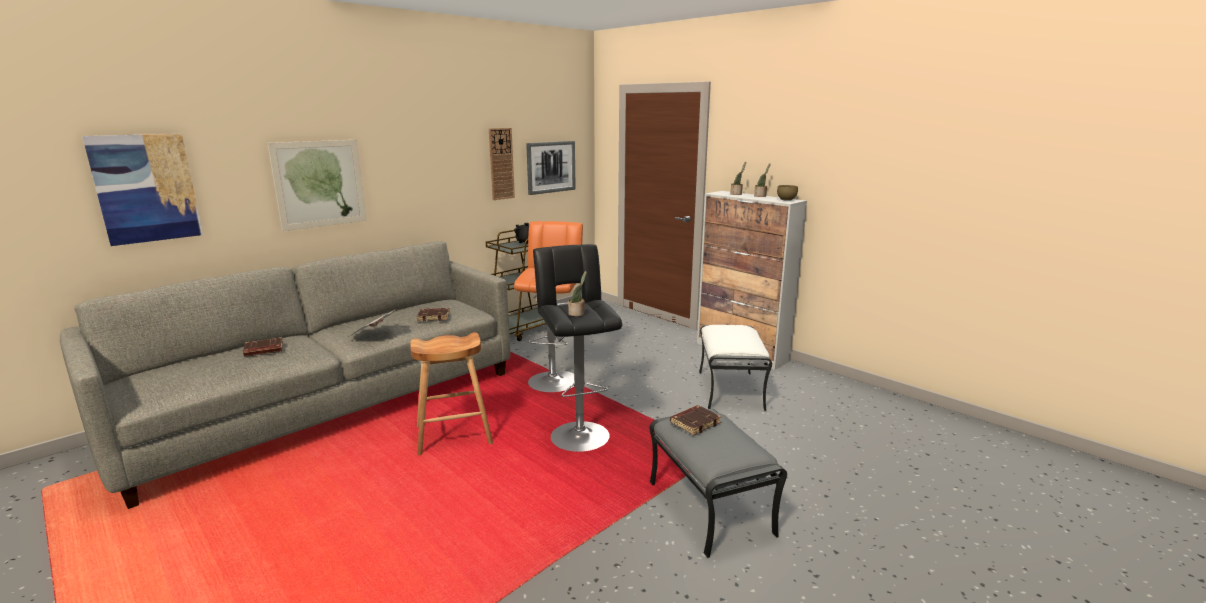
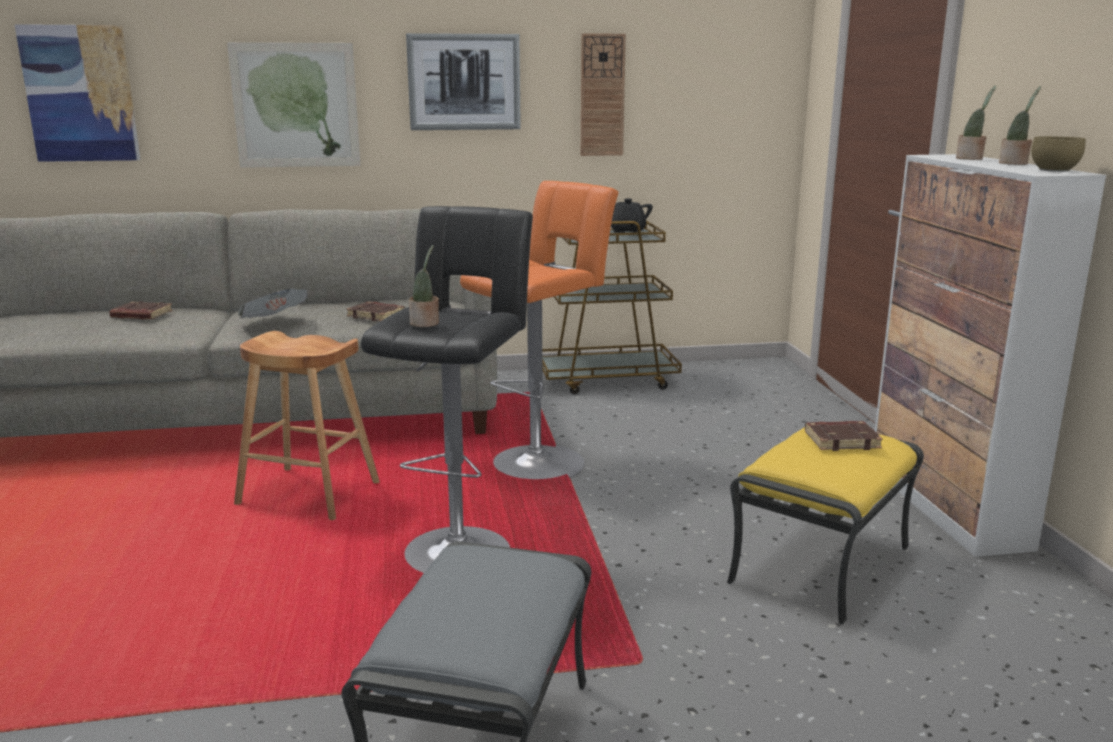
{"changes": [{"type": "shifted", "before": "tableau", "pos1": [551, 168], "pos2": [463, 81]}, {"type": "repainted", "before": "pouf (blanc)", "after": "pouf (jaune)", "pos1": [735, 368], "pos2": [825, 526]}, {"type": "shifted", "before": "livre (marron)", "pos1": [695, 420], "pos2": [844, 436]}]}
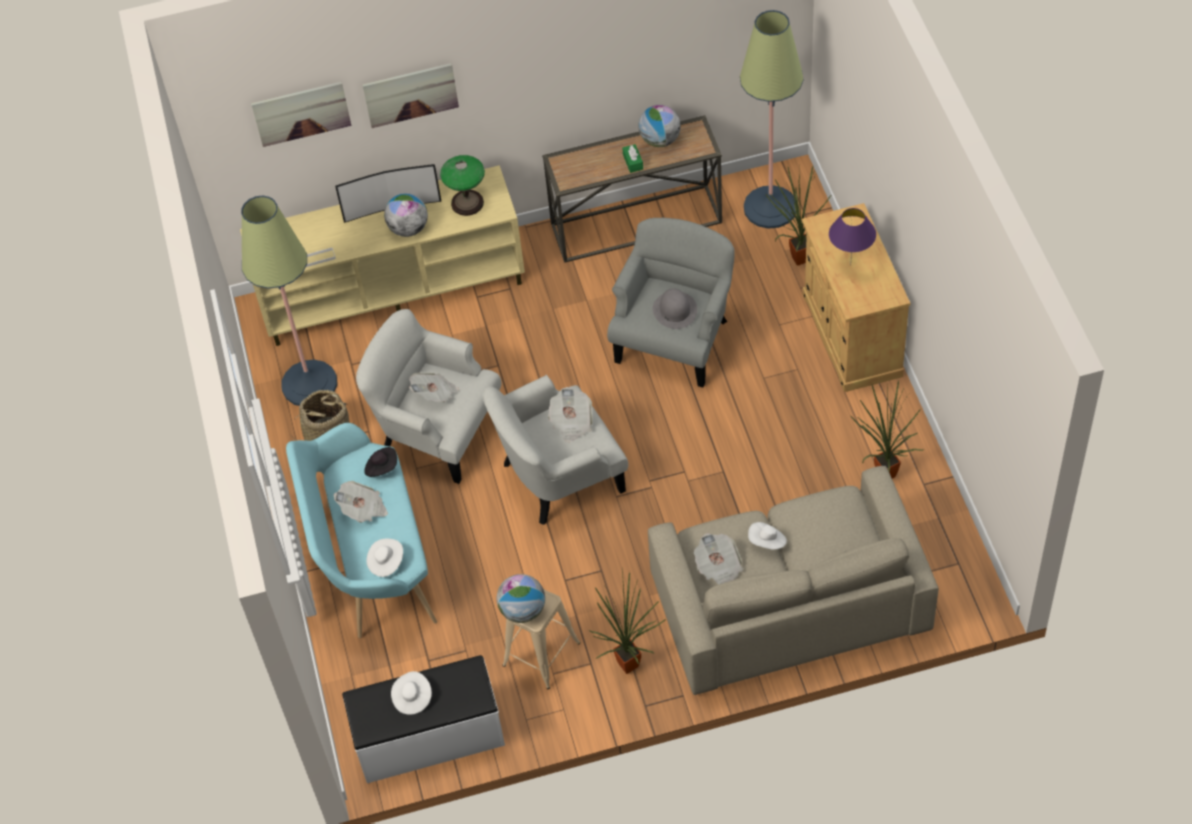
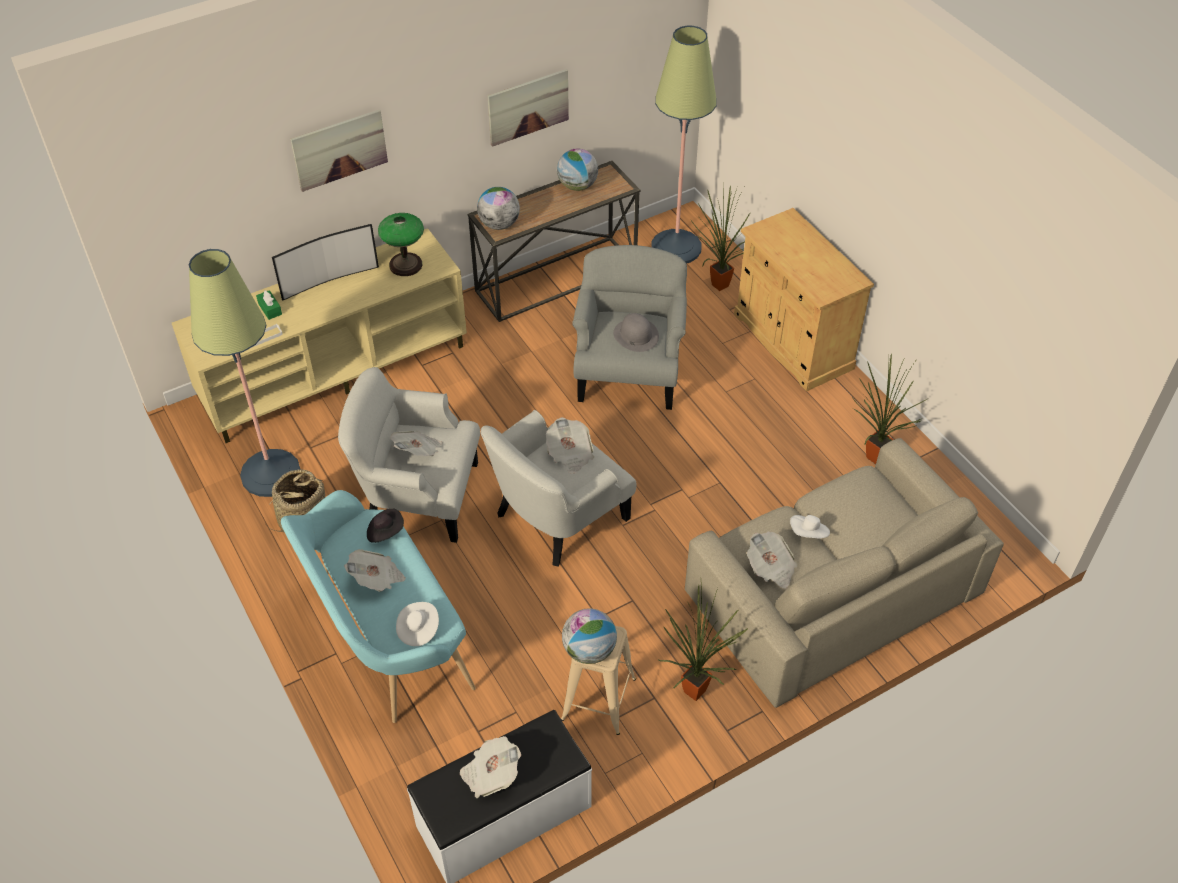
{"changes": [{"type": "shifted", "before": "boîte à mouchoirs (vert)", "pos1": [632, 158], "pos2": [269, 305]}, {"type": "swapped", "before": "chapeau (blanc)", "after": "journal", "pos1": [411, 692], "pos2": [490, 767]}, {"type": "shifted", "before": "globe", "pos1": [406, 215], "pos2": [498, 208]}, {"type": "shifted", "before": "tableau", "pos1": [301, 114], "pos2": [528, 108]}, {"type": "gone", "before": "lampe de table (violet)", "pos1": [852, 237]}]}
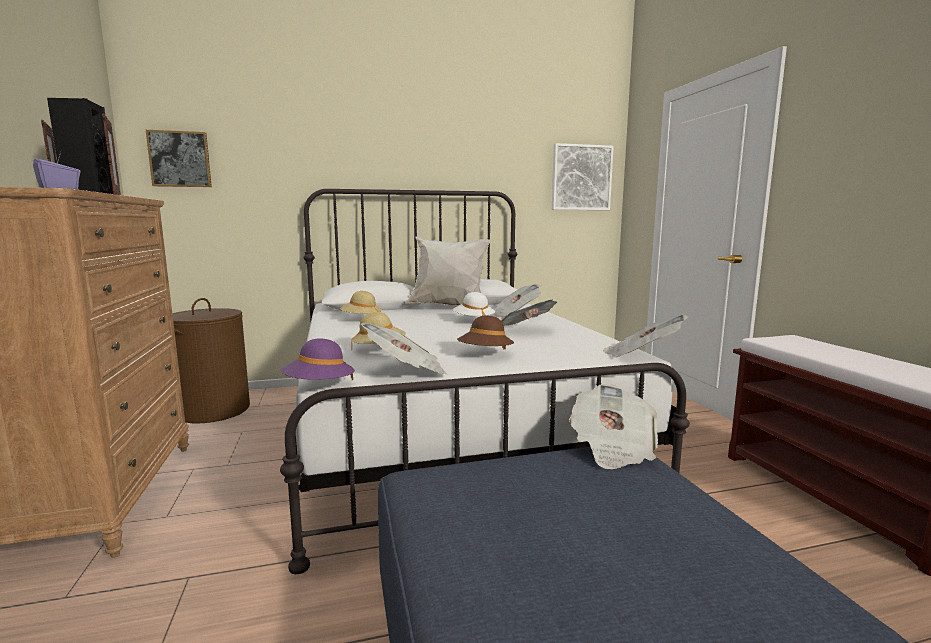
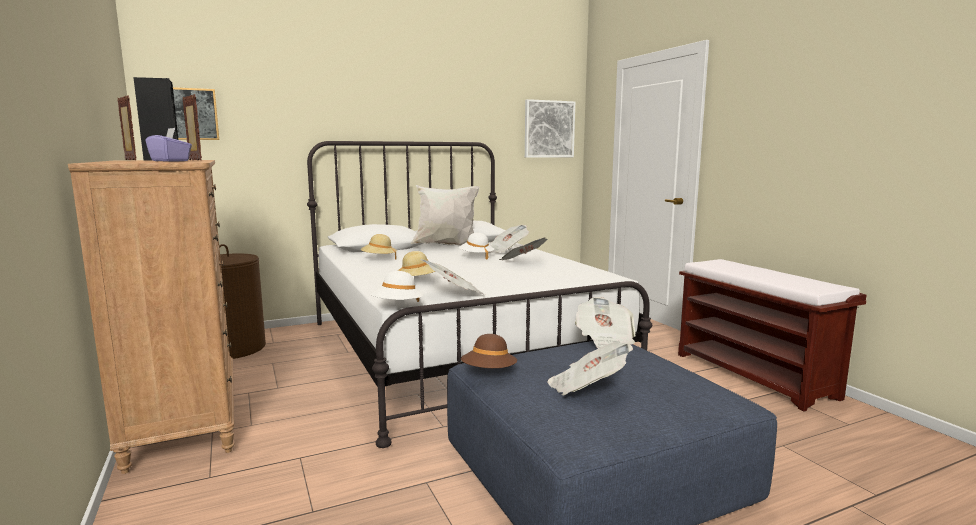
{"changes": [{"type": "repainted", "before": "chapeau (violet)", "after": "chapeau (blanc)", "pos1": [318, 359], "pos2": [397, 286]}, {"type": "shifted", "before": "chapeau (marron)", "pos1": [485, 332], "pos2": [489, 351]}, {"type": "shifted", "before": "journal", "pos1": [645, 336], "pos2": [590, 369]}]}
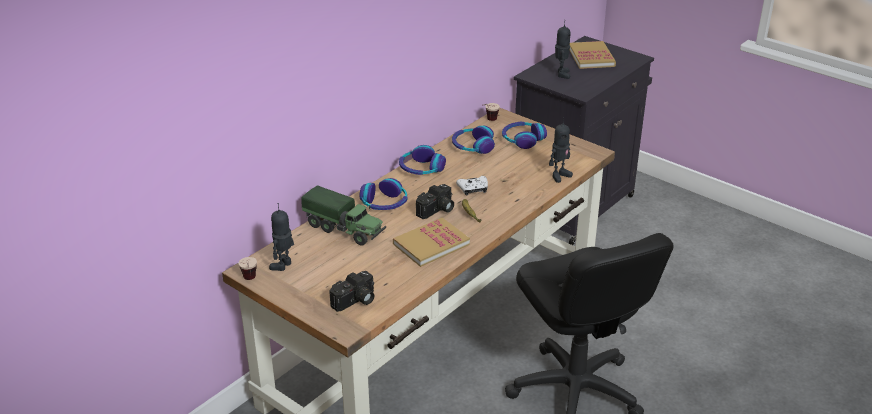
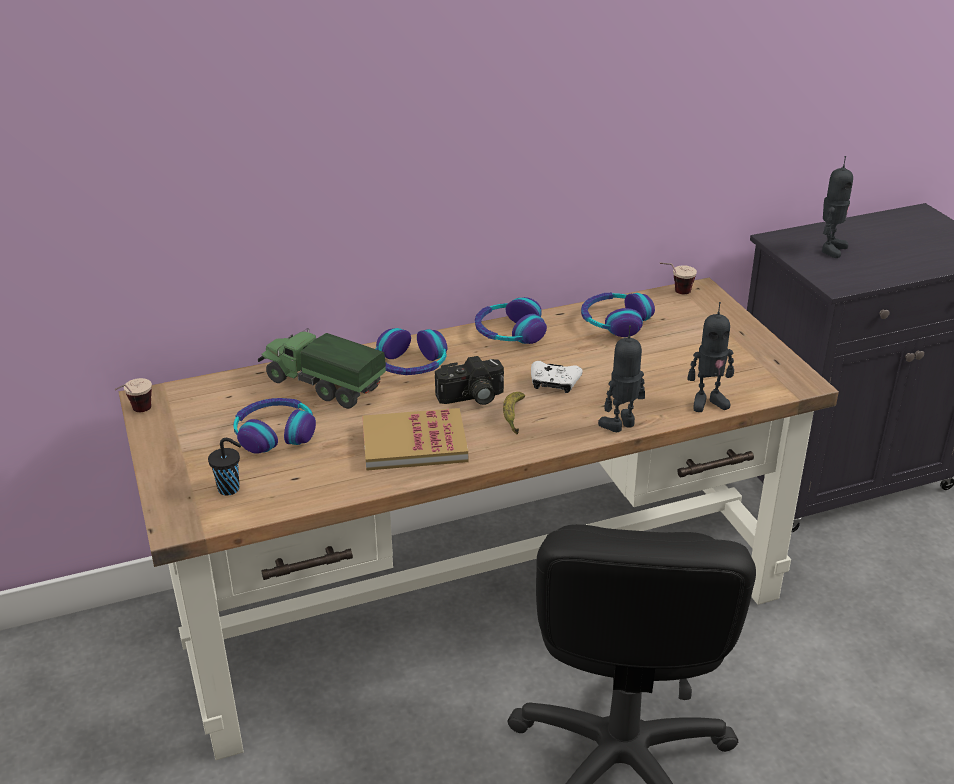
{"changes": [{"type": "swapped", "before": "appareil photo", "after": "tasse (noir)", "pos1": [352, 291], "pos2": [224, 467]}, {"type": "shifted", "before": "casque audio", "pos1": [524, 135], "pos2": [274, 426]}, {"type": "rotated", "before": "camion jouet", "pos1": [343, 215], "pos2": [322, 368], "turn": 150}, {"type": "shifted", "before": "robot jouet", "pos1": [281, 237], "pos2": [621, 378]}, {"type": "gone", "before": "livre", "pos1": [592, 55]}]}
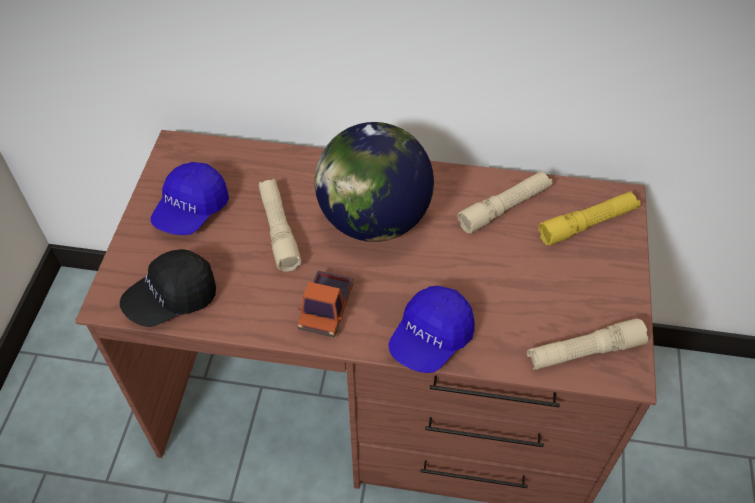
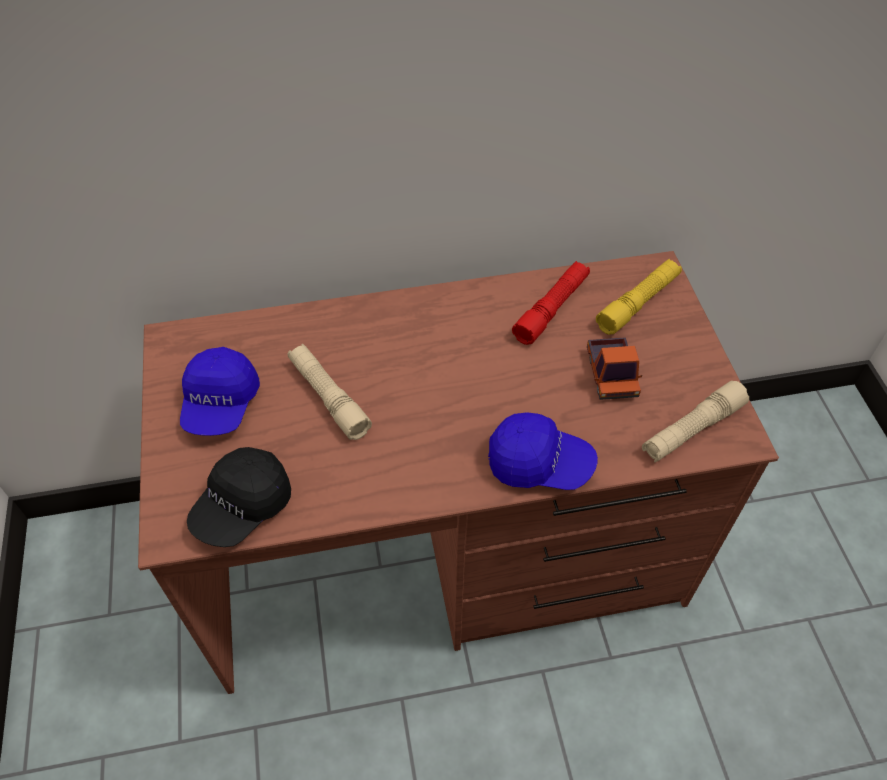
{"changes": [{"type": "rotated", "before": "casquette (bleu)", "pos1": [431, 329], "pos2": [543, 451], "turn": -90}, {"type": "repainted", "before": "lampe de poche (beige)", "after": "lampe de poche (rouge)", "pos1": [505, 202], "pos2": [551, 303]}, {"type": "shifted", "before": "camion jouet", "pos1": [325, 304], "pos2": [614, 368]}, {"type": "gone", "before": "globe", "pos1": [374, 182]}]}
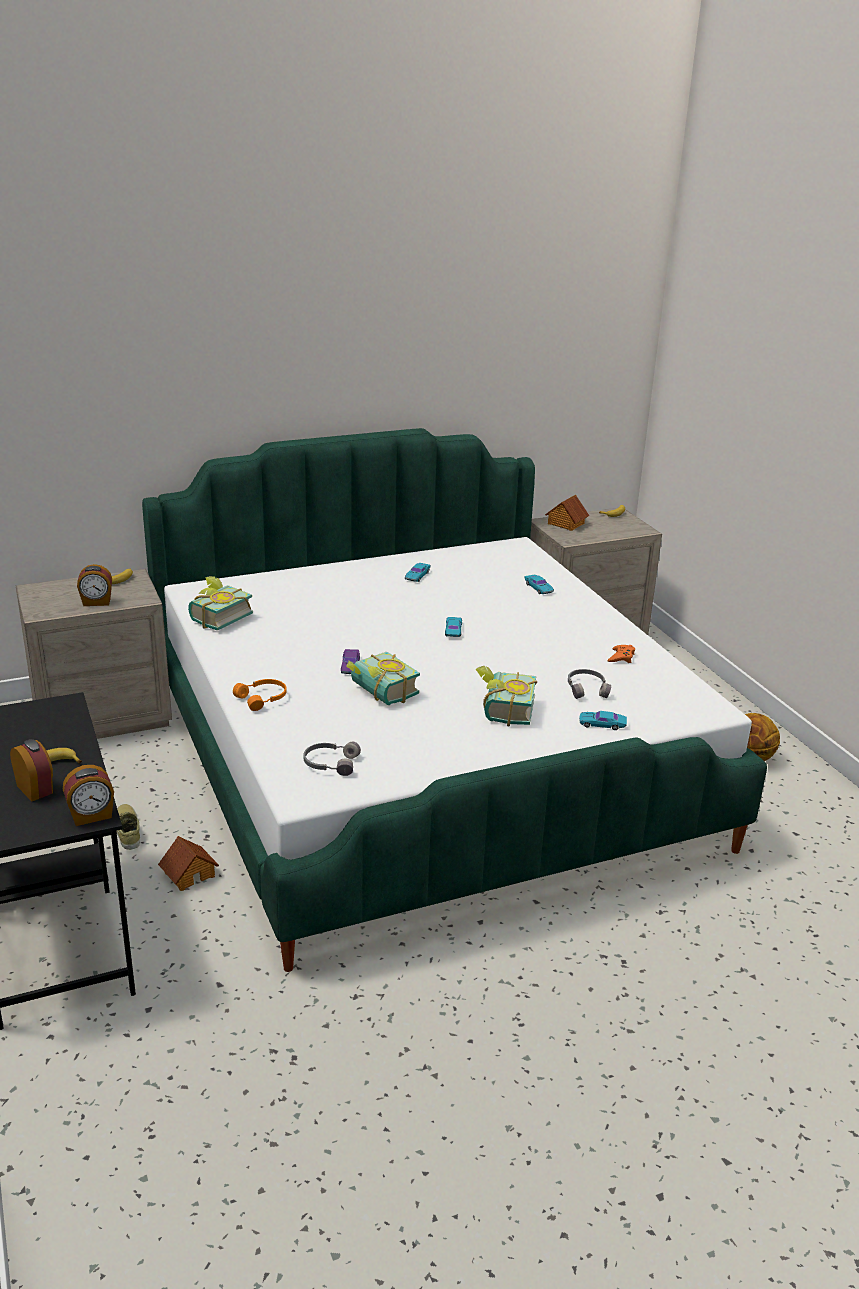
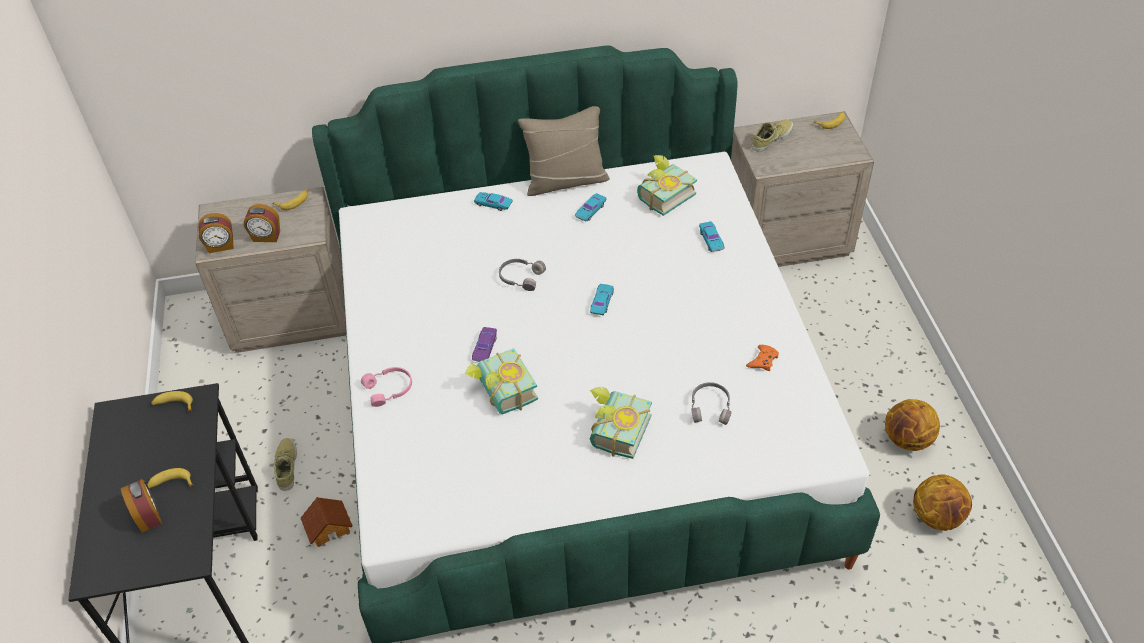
{"changes": [{"type": "new", "after": "banane", "pos2": [172, 401]}, {"type": "shifted", "before": "réveil", "pos1": [88, 795], "pos2": [216, 233]}, {"type": "repainted", "before": "casque audio (orange)", "after": "casque audio (rose)", "pos1": [260, 695], "pos2": [386, 387]}, {"type": "shifted", "before": "petite voiture (turquoise)", "pos1": [603, 720], "pos2": [493, 201]}, {"type": "shifted", "before": "casque audio (gris)", "pos1": [332, 759], "pos2": [522, 275]}, {"type": "new", "after": "coussin (beige)", "pos2": [564, 151]}, {"type": "shifted", "before": "livre", "pos1": [220, 603], "pos2": [667, 185]}, {"type": "swapped", "before": "maison miniature", "after": "chaussure (beige)", "pos1": [567, 513], "pos2": [772, 135]}, {"type": "new", "after": "ballon de basket", "pos2": [942, 502]}]}
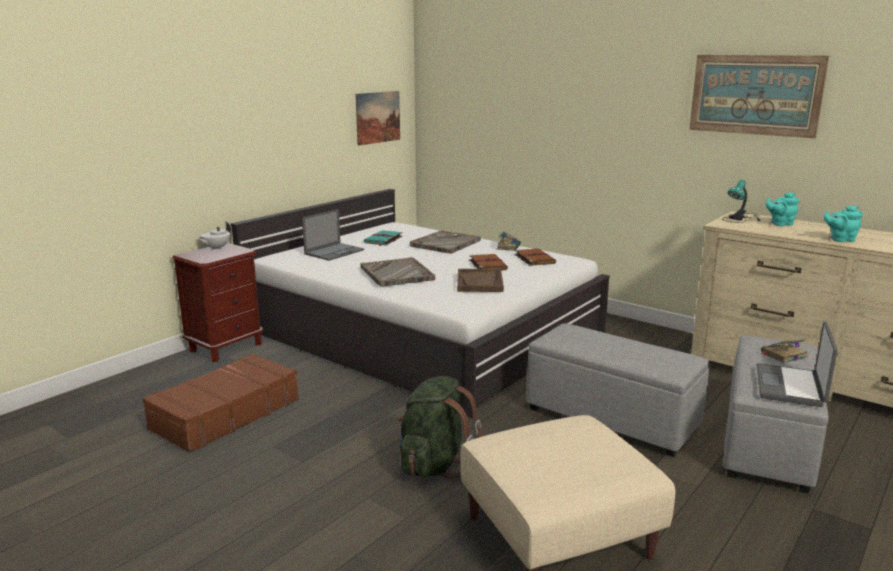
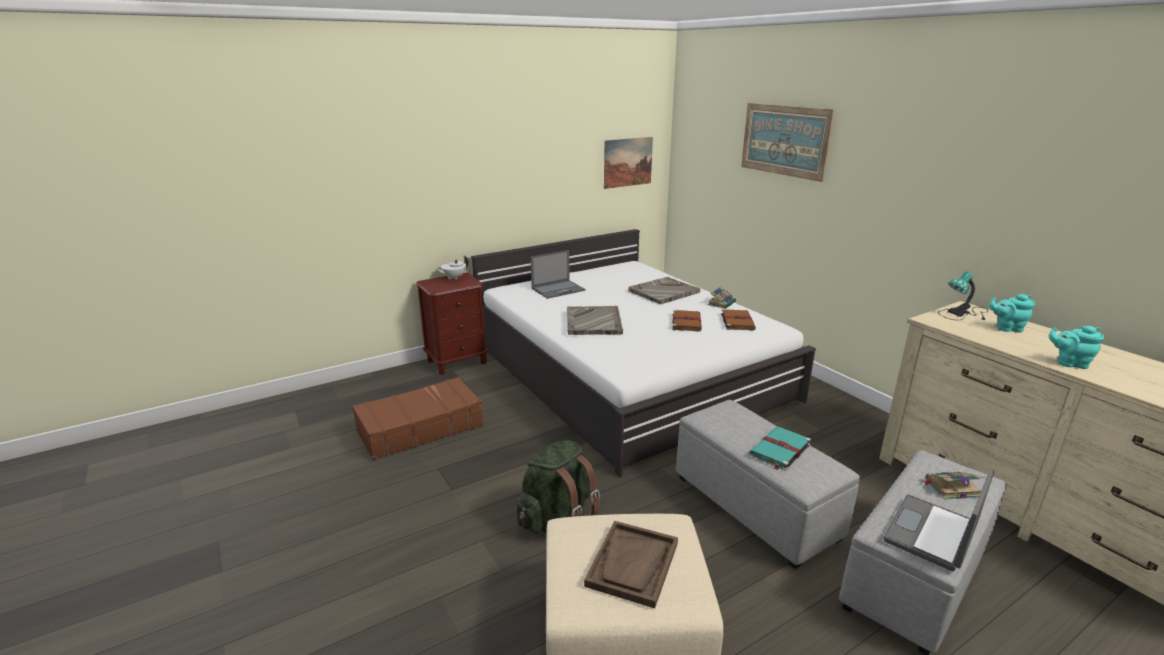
{"changes": [{"type": "shifted", "before": "plateau (marron)", "pos1": [480, 280], "pos2": [631, 564]}, {"type": "shifted", "before": "tableau", "pos1": [759, 96], "pos2": [788, 142]}, {"type": "shifted", "before": "livre (turquoise)", "pos1": [383, 238], "pos2": [780, 449]}]}
